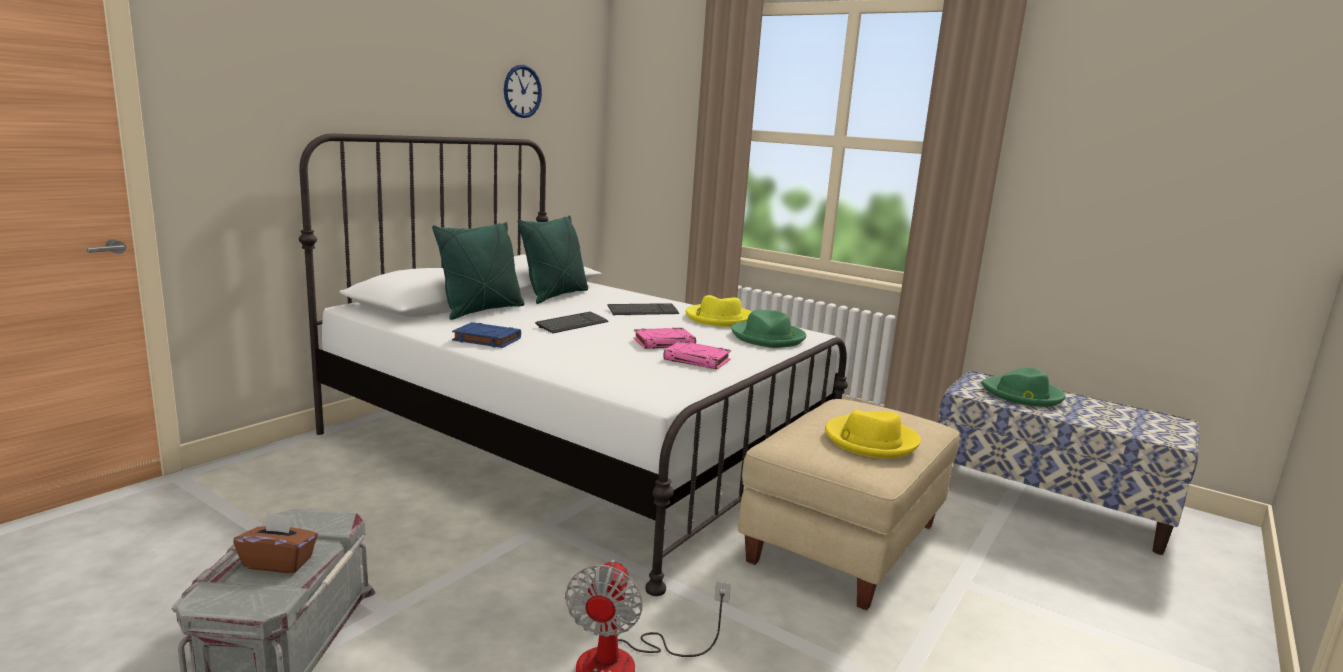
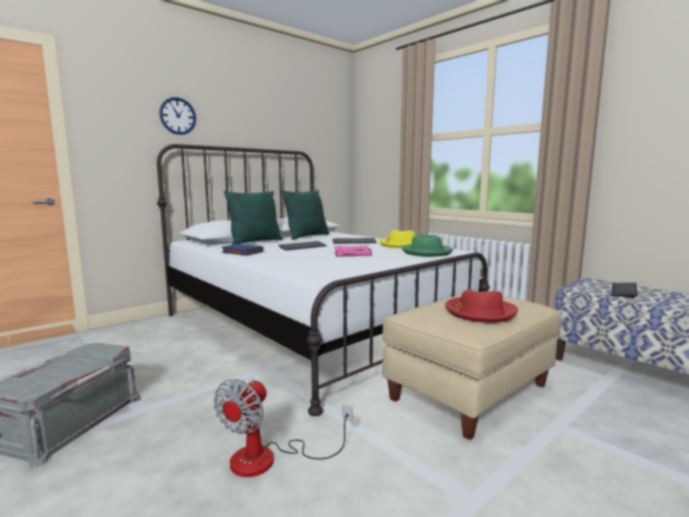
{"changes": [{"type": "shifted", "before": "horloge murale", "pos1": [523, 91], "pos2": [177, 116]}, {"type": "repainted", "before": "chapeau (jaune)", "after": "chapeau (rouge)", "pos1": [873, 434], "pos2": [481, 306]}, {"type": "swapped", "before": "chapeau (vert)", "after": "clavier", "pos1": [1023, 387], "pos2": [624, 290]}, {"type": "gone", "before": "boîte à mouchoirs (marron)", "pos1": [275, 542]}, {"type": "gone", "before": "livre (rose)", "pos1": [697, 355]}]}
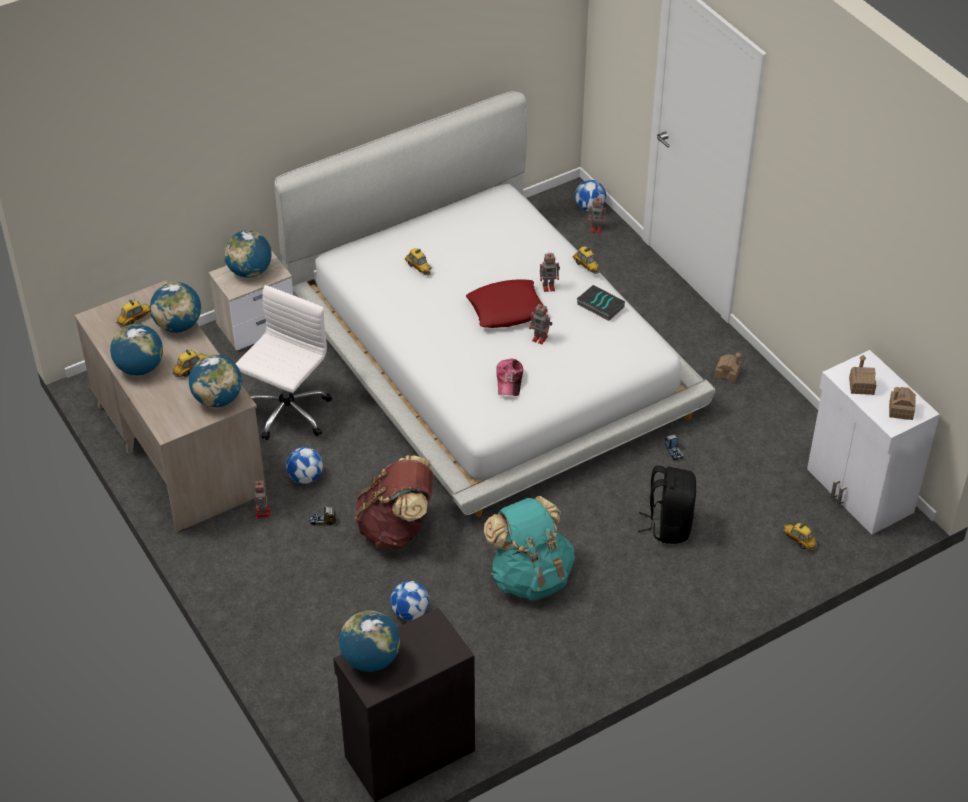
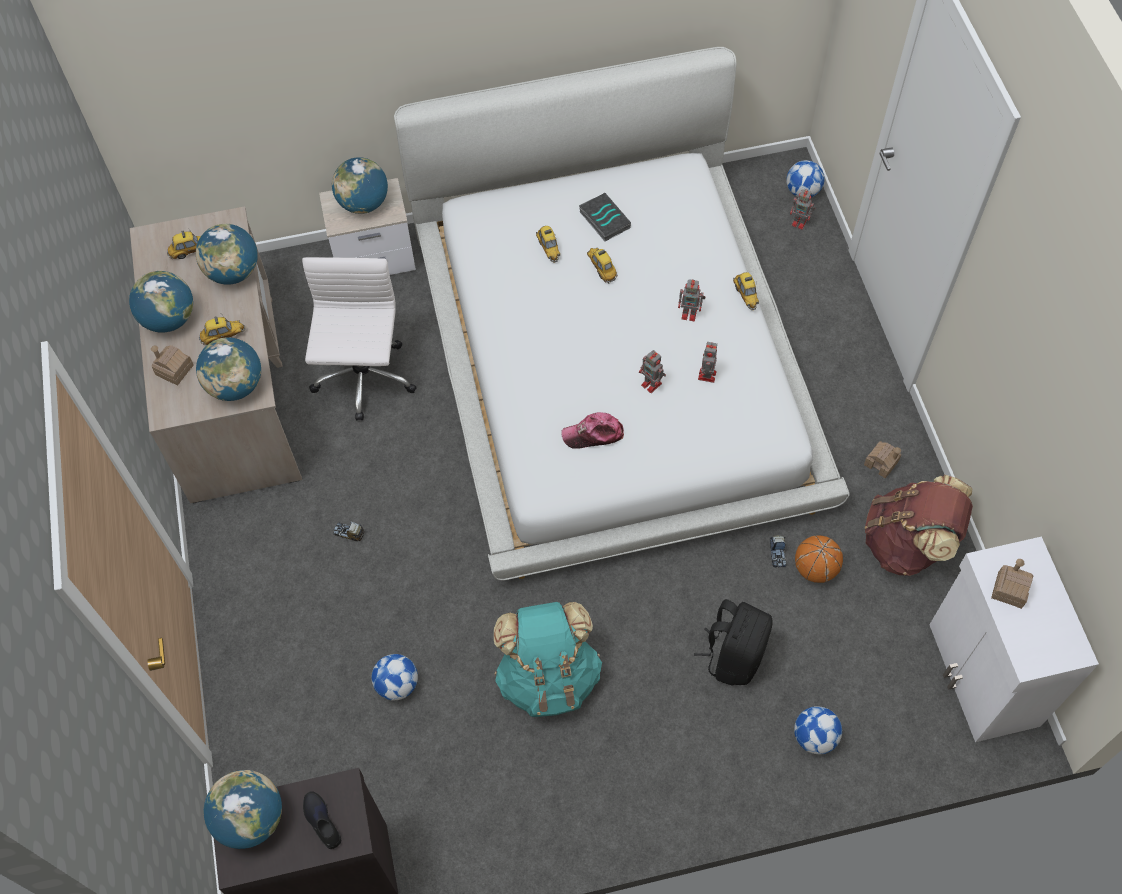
{"changes": [{"type": "shifted", "before": "maison miniature", "pos1": [902, 403], "pos2": [172, 365]}, {"type": "rotated", "before": "chaise de bureau (blanc)", "pos1": [284, 362], "pos2": [359, 338], "turn": -45}, {"type": "new", "after": "chaussure (noir)", "pos2": [322, 820]}, {"type": "rotated", "before": "casquette", "pos1": [509, 377], "pos2": [592, 430], "turn": 60}, {"type": "shifted", "before": "livre", "pos1": [601, 303], "pos2": [605, 217]}, {"type": "shifted", "before": "petite voiture", "pos1": [799, 537], "pos2": [602, 266]}, {"type": "shifted", "before": "robot jouet", "pos1": [262, 499], "pos2": [707, 362]}, {"type": "shifted", "before": "ballon de foot", "pos1": [304, 465], "pos2": [818, 730]}, {"type": "new", "after": "ballon de basket", "pos2": [819, 559]}, {"type": "shifted", "before": "sac à dos (marron)", "pos1": [394, 502], "pos2": [919, 525]}, {"type": "gone", "before": "coussin (rouge)", "pos1": [507, 304]}]}
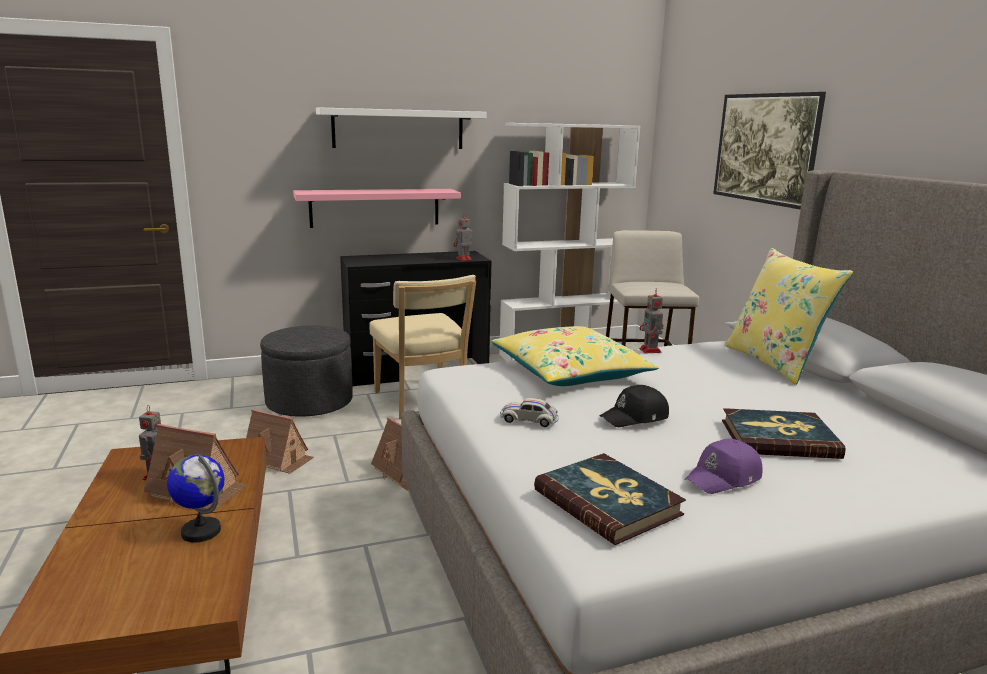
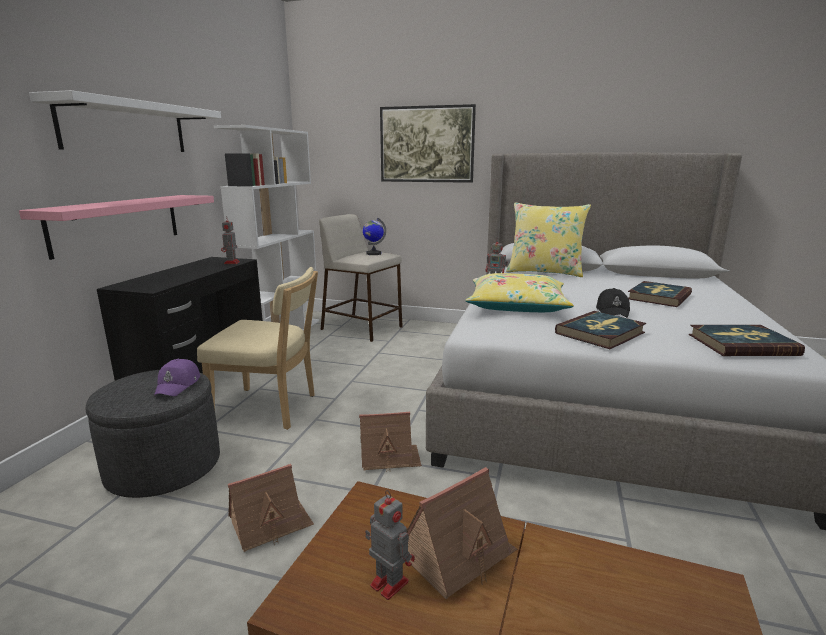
{"changes": [{"type": "shifted", "before": "casquette (violet)", "pos1": [723, 466], "pos2": [177, 377]}, {"type": "shifted", "before": "globe", "pos1": [196, 499], "pos2": [374, 236]}, {"type": "swapped", "before": "petite voiture (blanc)", "after": "livre", "pos1": [529, 412], "pos2": [600, 330]}]}
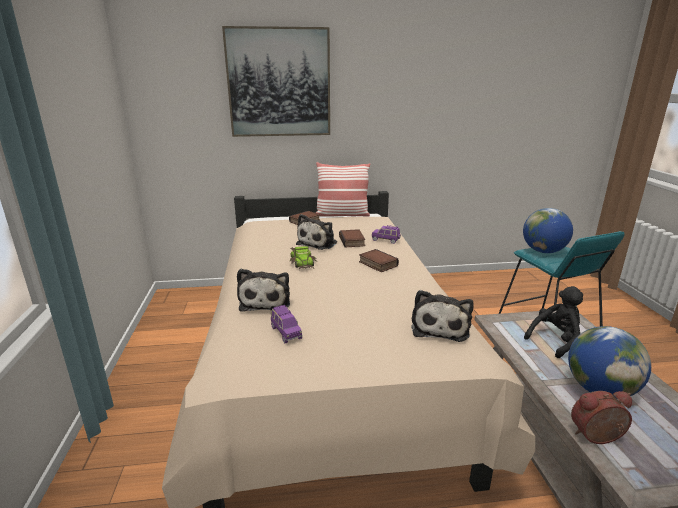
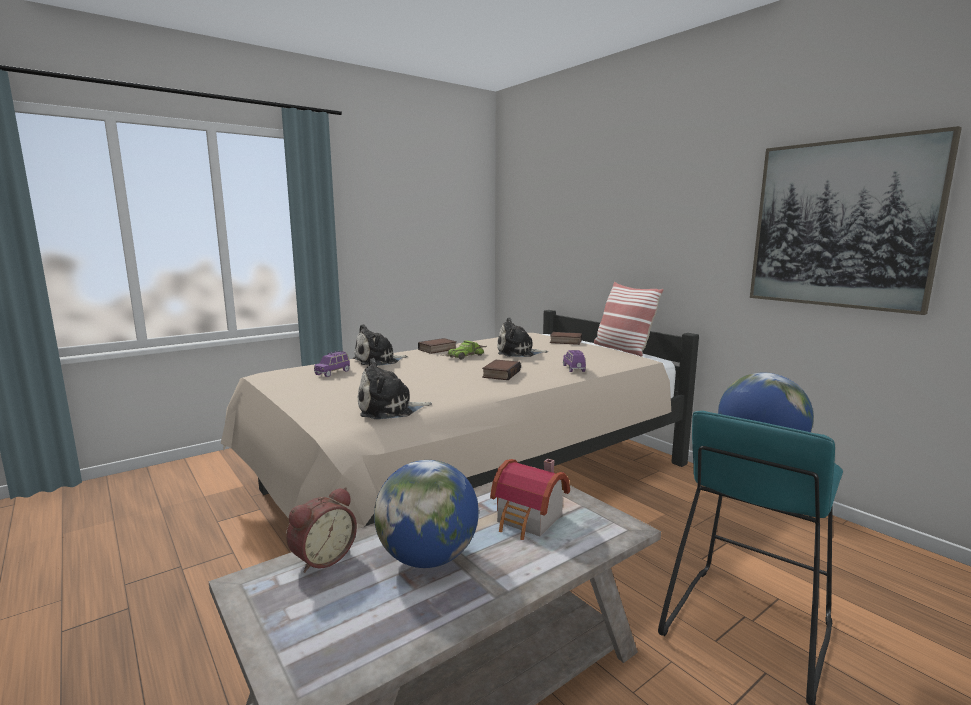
{"changes": [{"type": "rotated", "before": "réveil", "pos1": [601, 417], "pos2": [321, 530], "turn": 75}, {"type": "shifted", "before": "livre", "pos1": [352, 238], "pos2": [437, 346]}, {"type": "swapped", "before": "peluche (noir)", "after": "maison miniature", "pos1": [553, 322], "pos2": [530, 499]}, {"type": "shifted", "before": "tableau", "pos1": [276, 81], "pos2": [856, 220]}]}
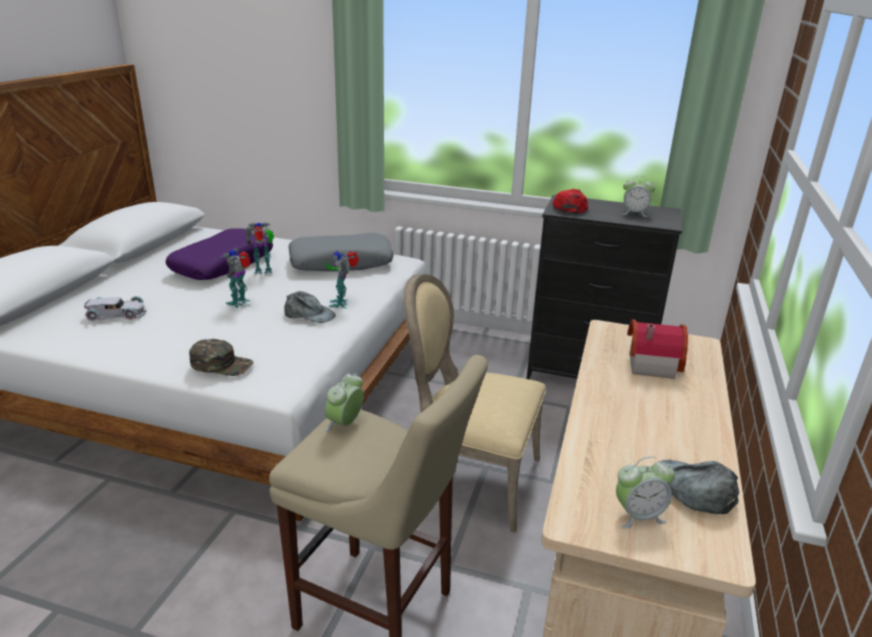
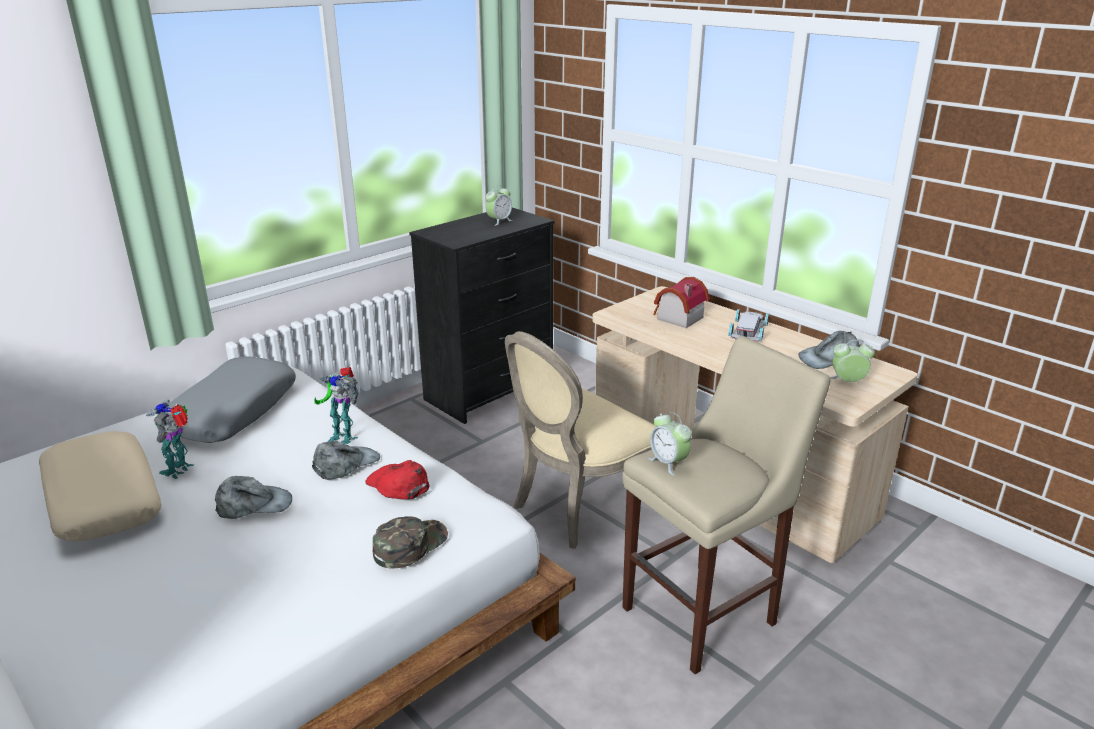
{"changes": [{"type": "repainted", "before": "coussin (violet)", "after": "coussin (beige)", "pos1": [219, 254], "pos2": [100, 486]}, {"type": "swapped", "before": "robot jouet", "after": "casquette (gris)", "pos1": [236, 278], "pos2": [253, 497]}, {"type": "shifted", "before": "casquette (rouge)", "pos1": [570, 201], "pos2": [397, 480]}, {"type": "shifted", "before": "petite voiture (blanc)", "pos1": [115, 308], "pos2": [748, 325]}, {"type": "rotated", "before": "réveil", "pos1": [645, 492], "pos2": [852, 361], "turn": -105}]}
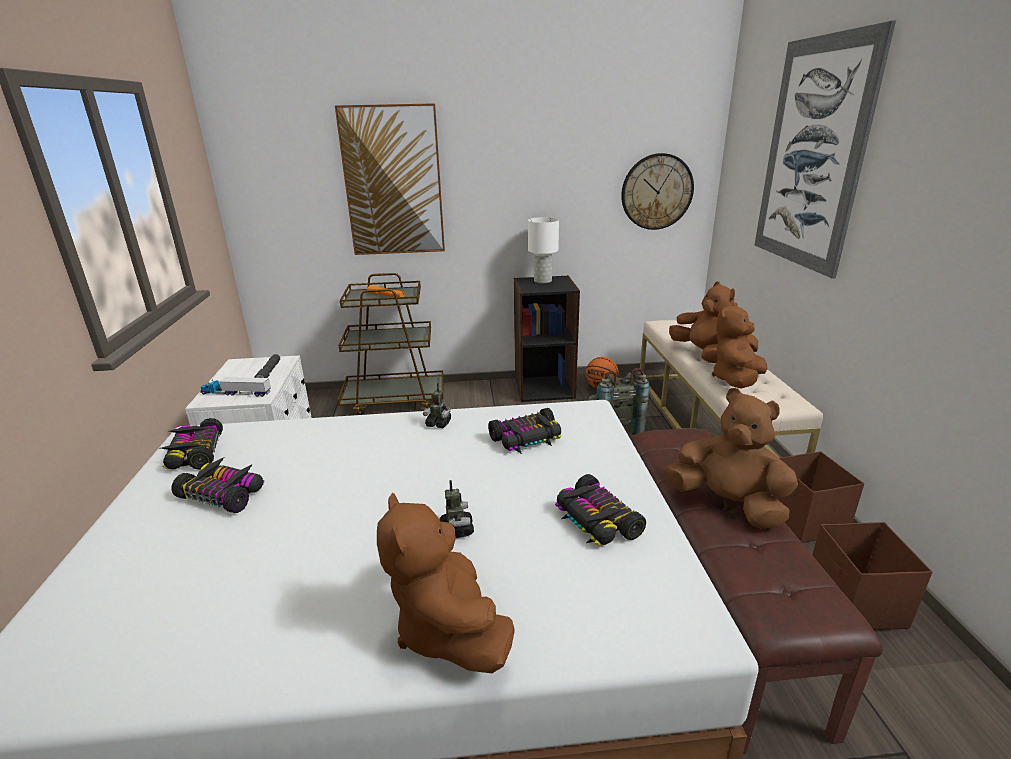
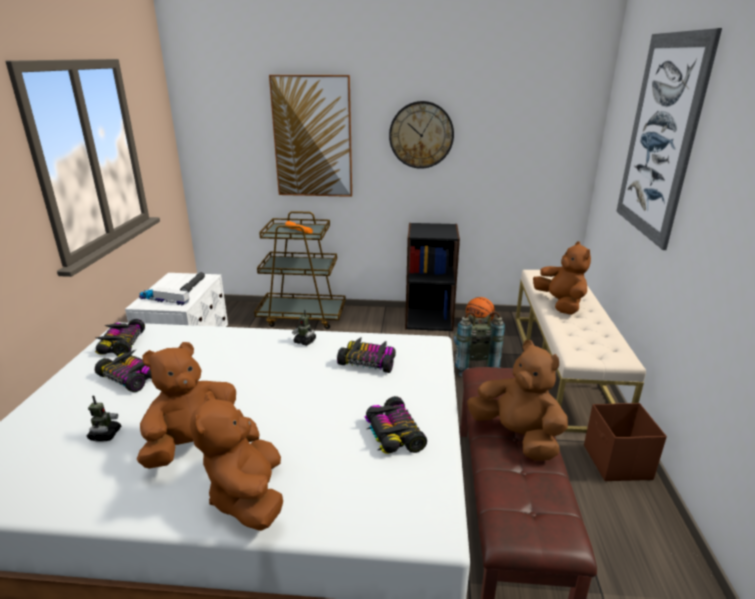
{"changes": [{"type": "shifted", "before": "robot jouet", "pos1": [457, 509], "pos2": [104, 419]}, {"type": "shifted", "before": "peluche (marron)", "pos1": [739, 345], "pos2": [190, 405]}, {"type": "rotated", "before": "petite voiture", "pos1": [524, 431], "pos2": [366, 355], "turn": -150}, {"type": "shifted", "before": "horloge murale", "pos1": [657, 191], "pos2": [421, 135]}, {"type": "gone", "before": "lampe de table (blanc)", "pos1": [543, 250]}, {"type": "gone", "before": "boîte de rangement (marron)", "pos1": [872, 576]}]}
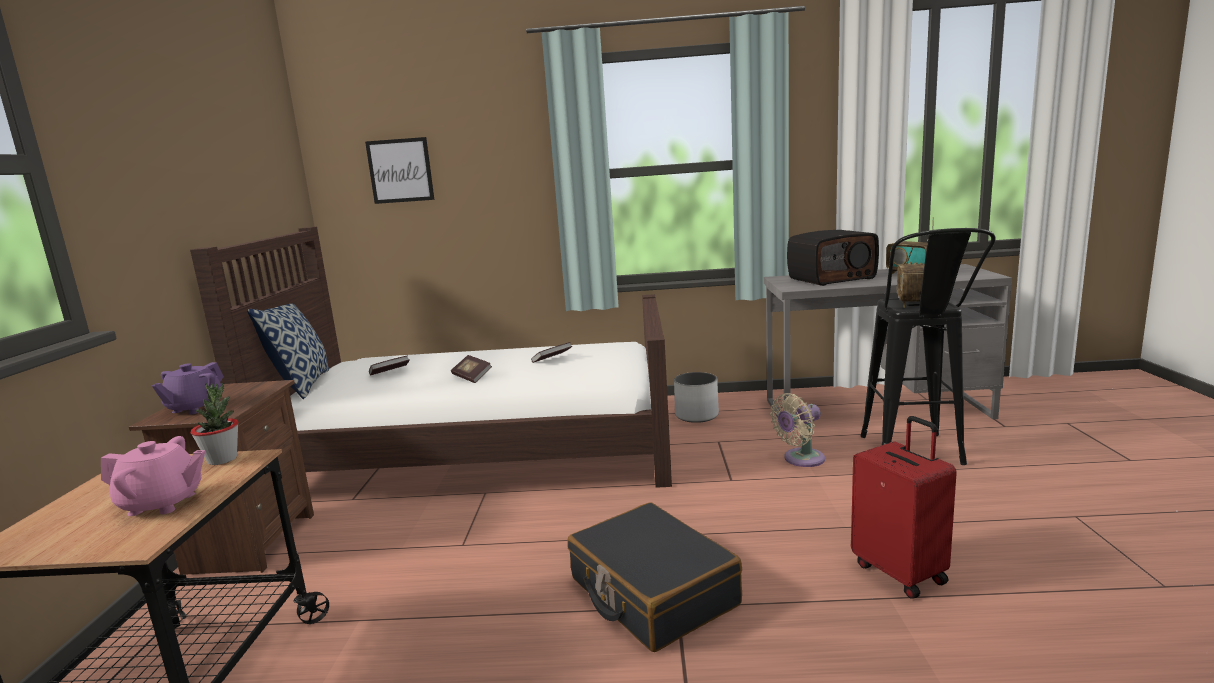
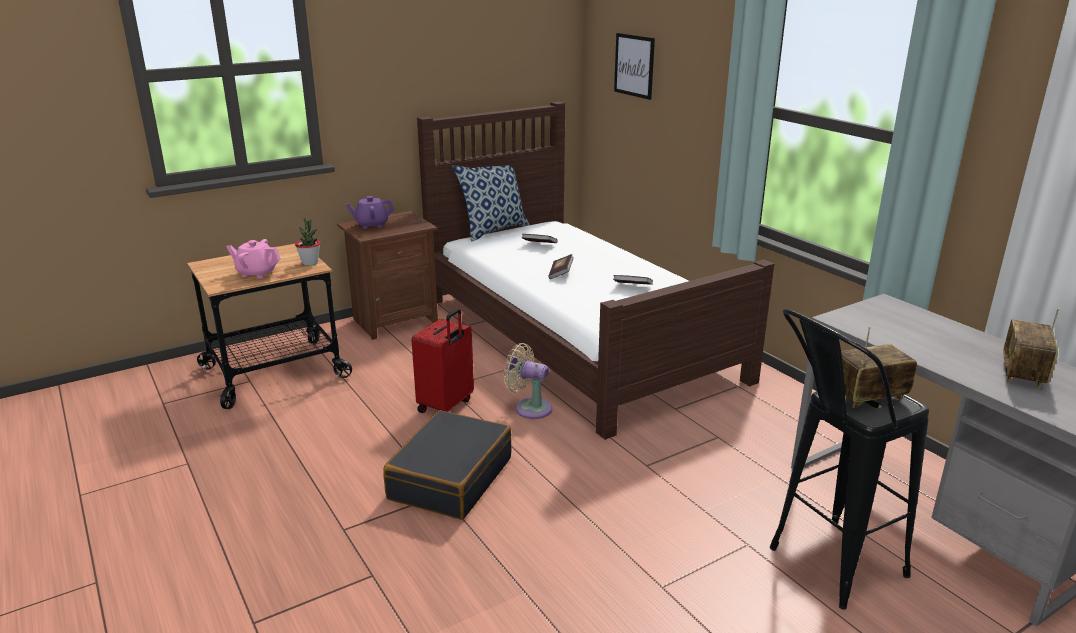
{"changes": [{"type": "rotated", "before": "théière (rose)", "pos1": [153, 476], "pos2": [253, 259], "turn": 135}, {"type": "shifted", "before": "valise (rouge)", "pos1": [904, 507], "pos2": [442, 361]}, {"type": "shifted", "before": "ventilateur (beige)", "pos1": [797, 430], "pos2": [527, 381]}, {"type": "gone", "before": "cache-pot (blanc)", "pos1": [696, 397]}, {"type": "gone", "before": "radio", "pos1": [833, 258]}]}
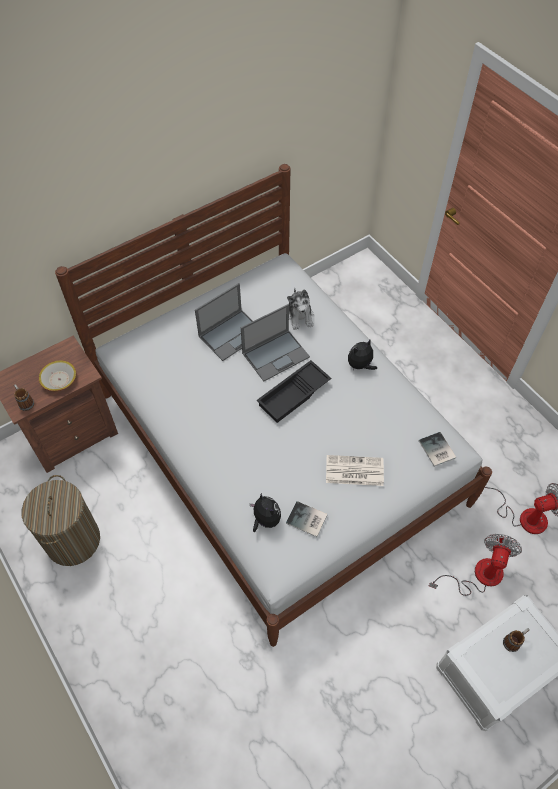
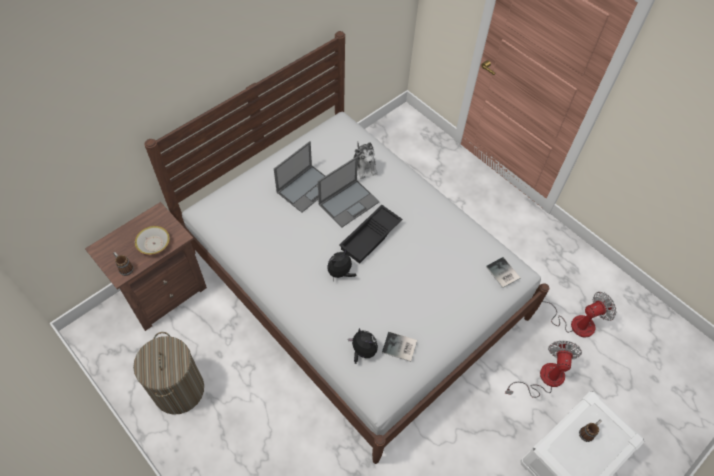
{"changes": [{"type": "shifted", "before": "peluche", "pos1": [362, 355], "pos2": [342, 265]}, {"type": "gone", "before": "journal", "pos1": [355, 470]}]}
